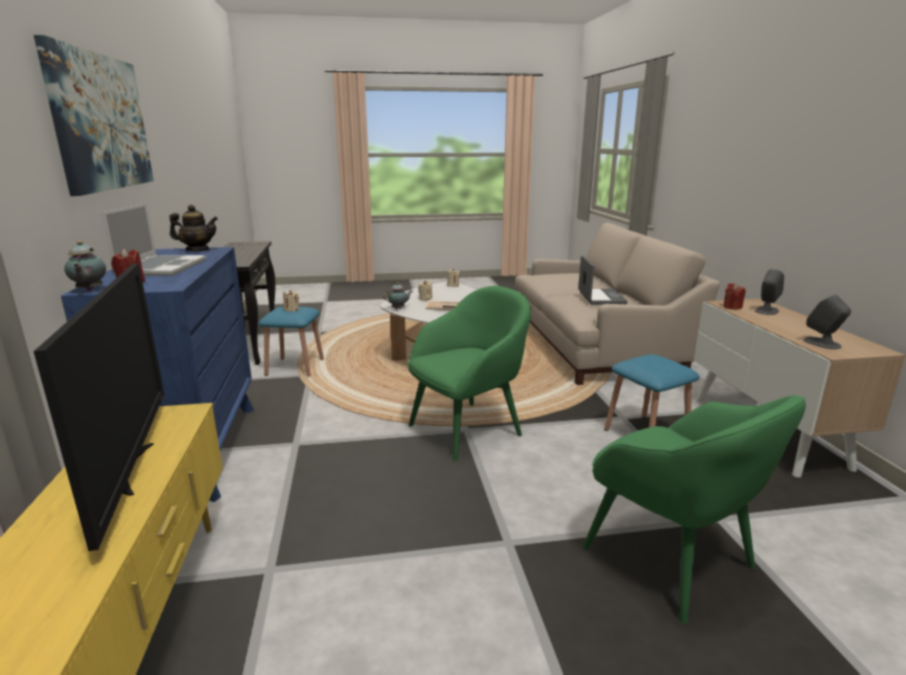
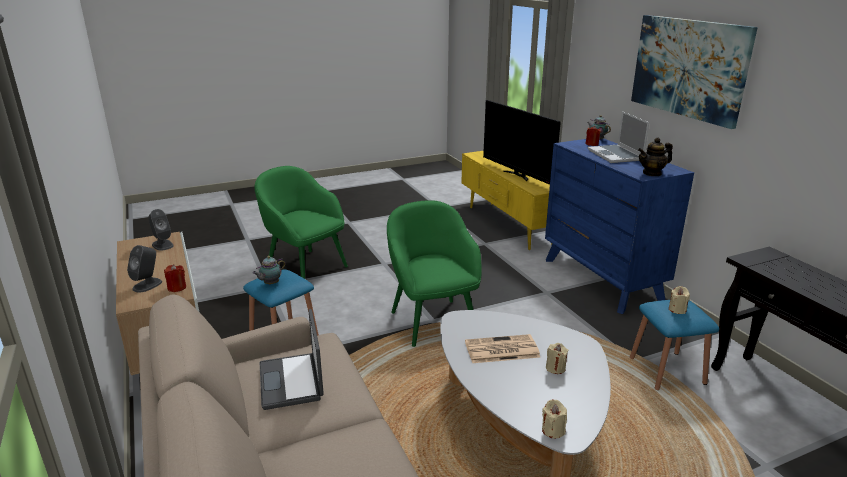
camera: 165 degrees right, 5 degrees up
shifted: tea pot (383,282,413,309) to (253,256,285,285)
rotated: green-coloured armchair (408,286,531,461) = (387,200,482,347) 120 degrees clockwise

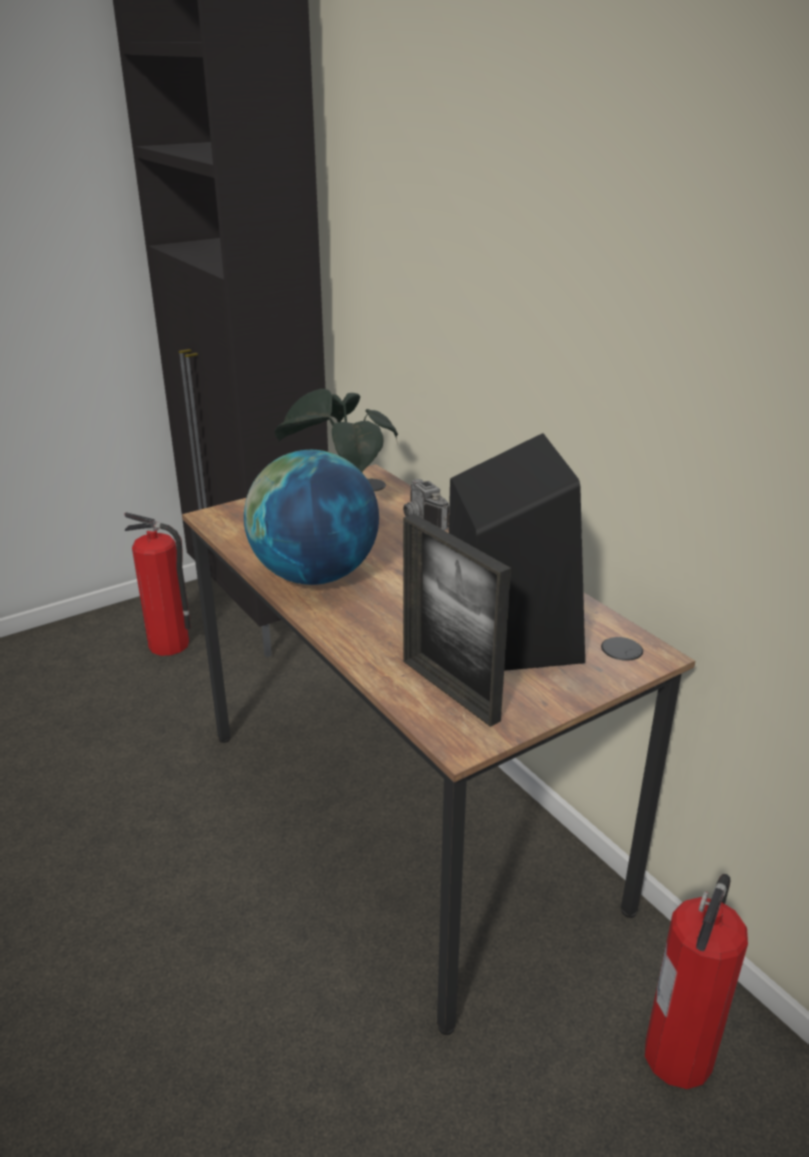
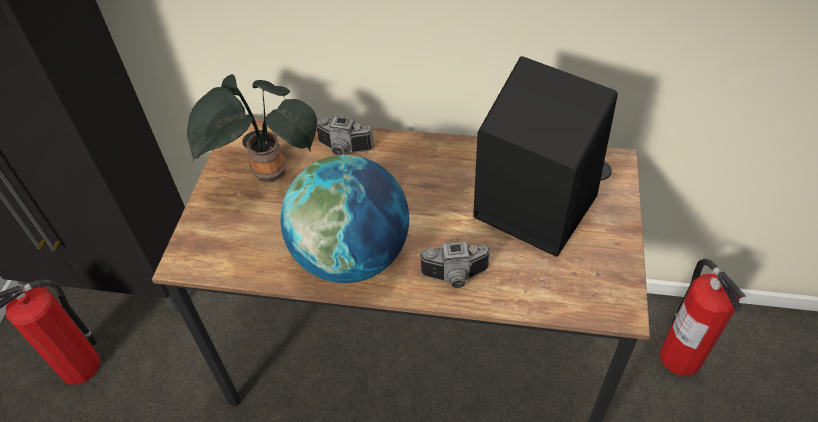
camera: 45 degrees left, 20 degrees up
gone: picture frame (403,514,511,727)
new: still camera (419,241,491,288)

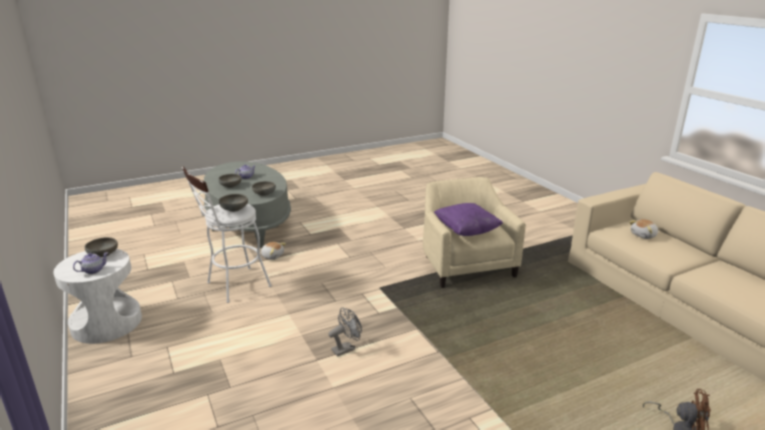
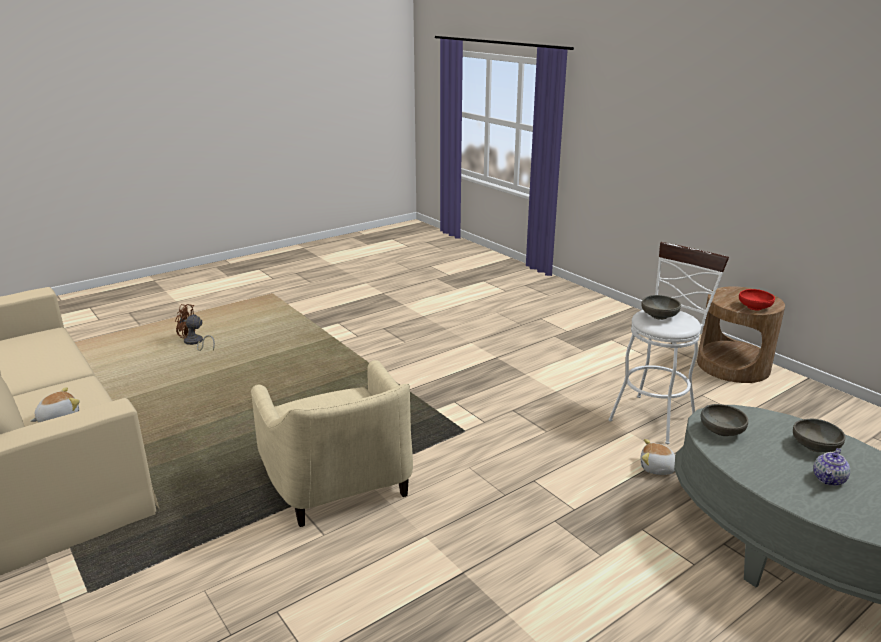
camera: 170 degrees right, 0 degrees up
gone: tea pot (73,252,108,274); gray fan (329,307,362,357); purple throw pillow (434,203,503,236)
repainted: white-coloured side table (53,249,142,344) to brown side table (697,286,785,383); gray deep dish (85,237,118,258) to reddish deep dish (739,289,775,310)

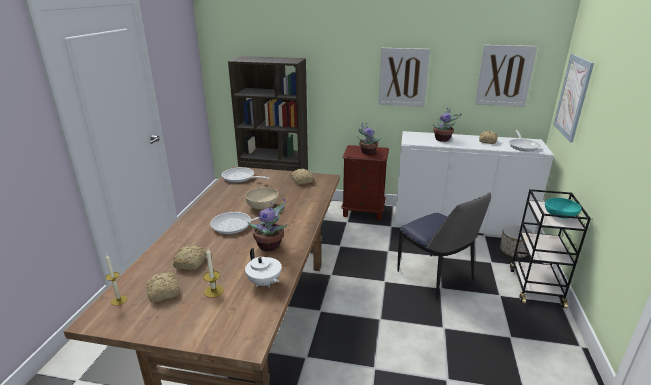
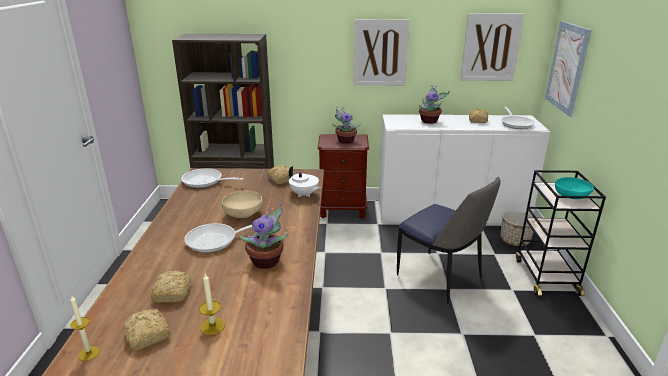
camera: 10 degrees left, 0 degrees up
shifted: white-coloured tea pot (245,248,281,288) to (289,166,321,197)

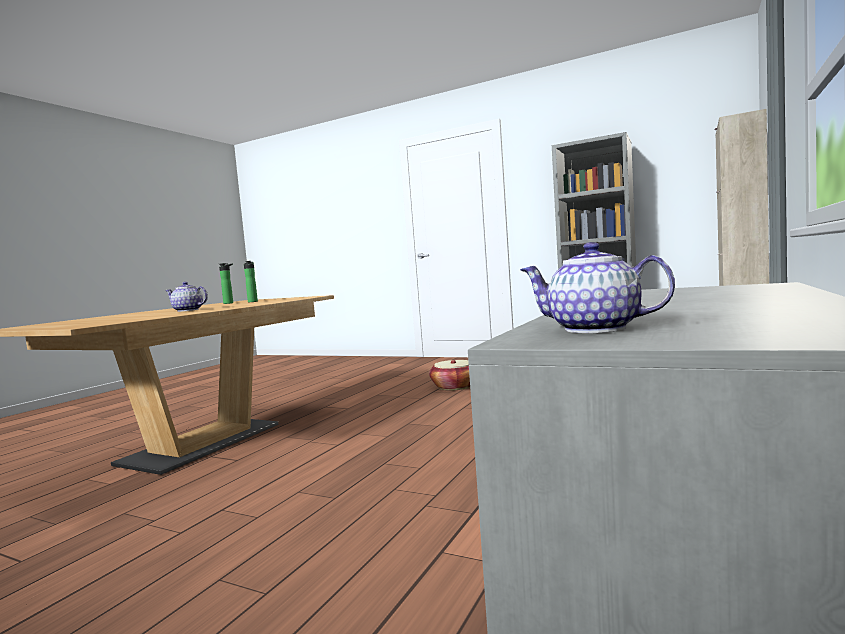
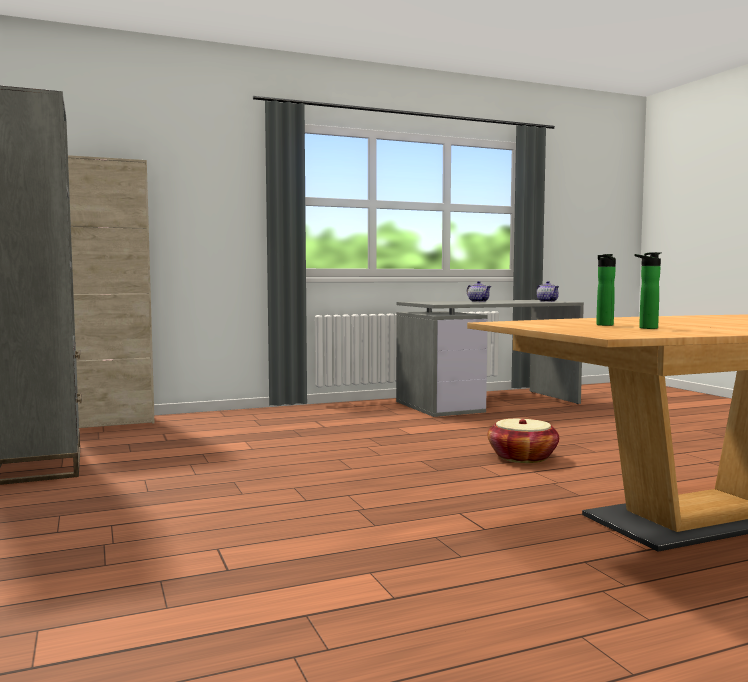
camera: 140 degrees left, 0 degrees up
shifted: tea pot (165,282,208,312) to (467,281,491,302); basket (429,360,470,391) to (488,419,559,463)

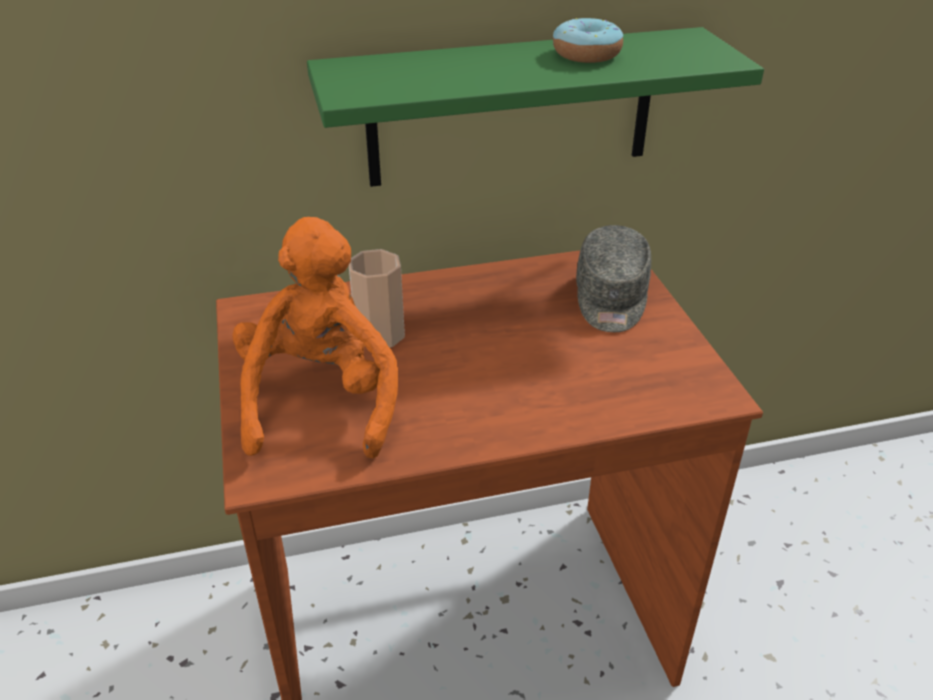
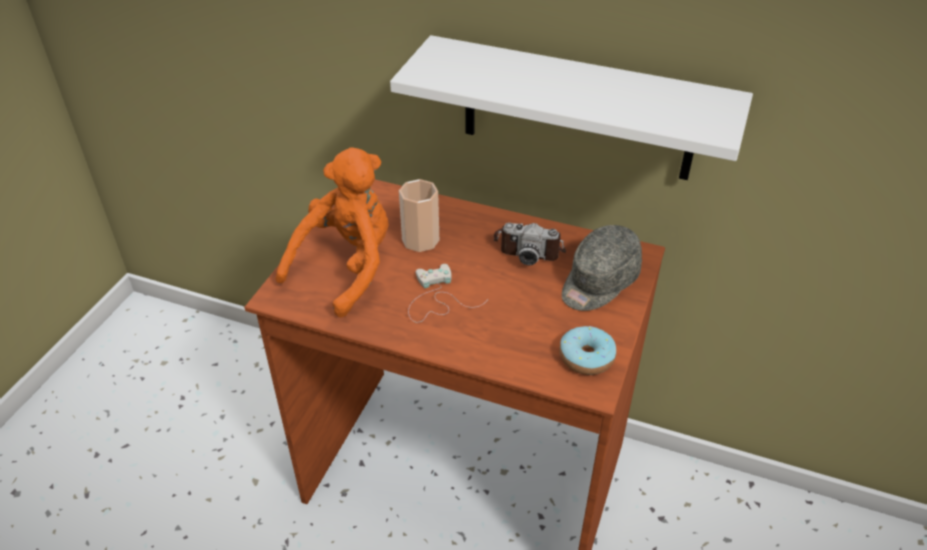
camera: 35 degrees right, 5 degrees up
new: white-coloured joypad (408,264,487,323); still camera (494,223,566,265)
shifted: donut (553,18,623,63) to (559,326,616,375)
repainted: green-coloured wall shelf (307,27,764,187) to white-coloured wall shelf (390,35,753,180)

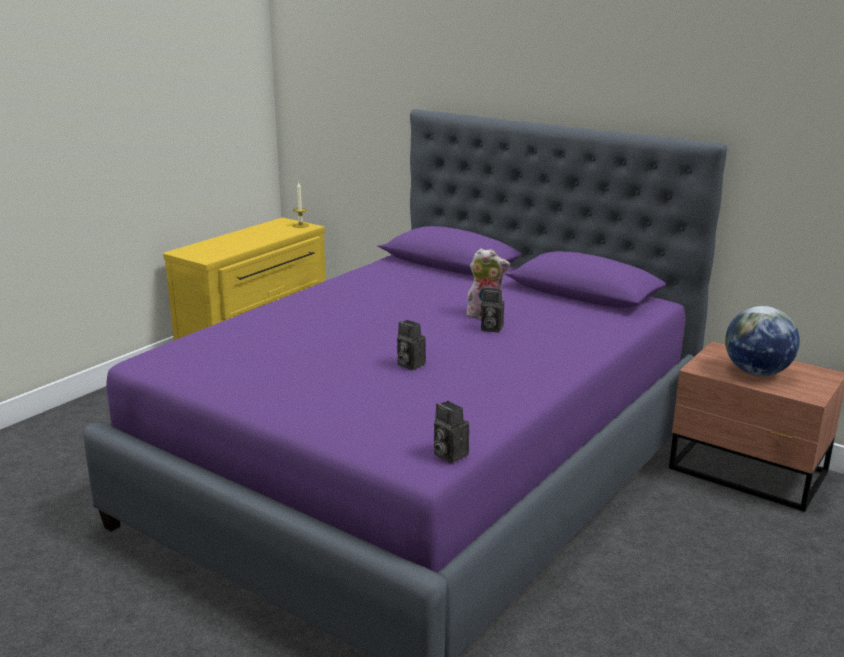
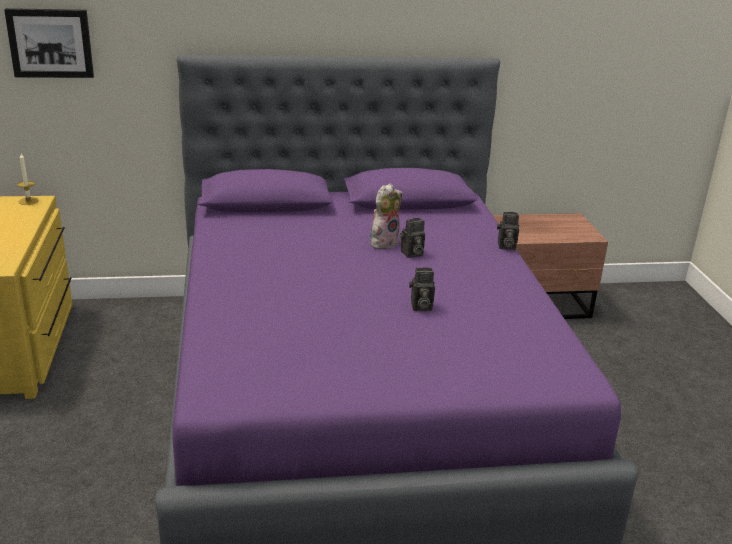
camera: 45 degrees left, 5 degrees up
gone: desk globe (725,306,800,376)
new: wall art (4,8,94,78)
shifted: still camera (434,401,469,463) to (497,212,519,250)

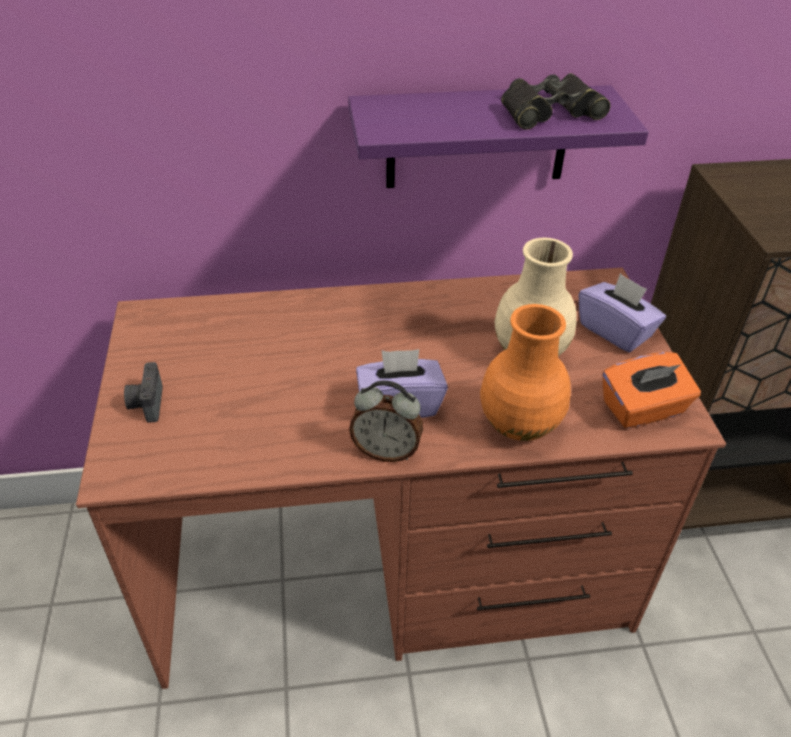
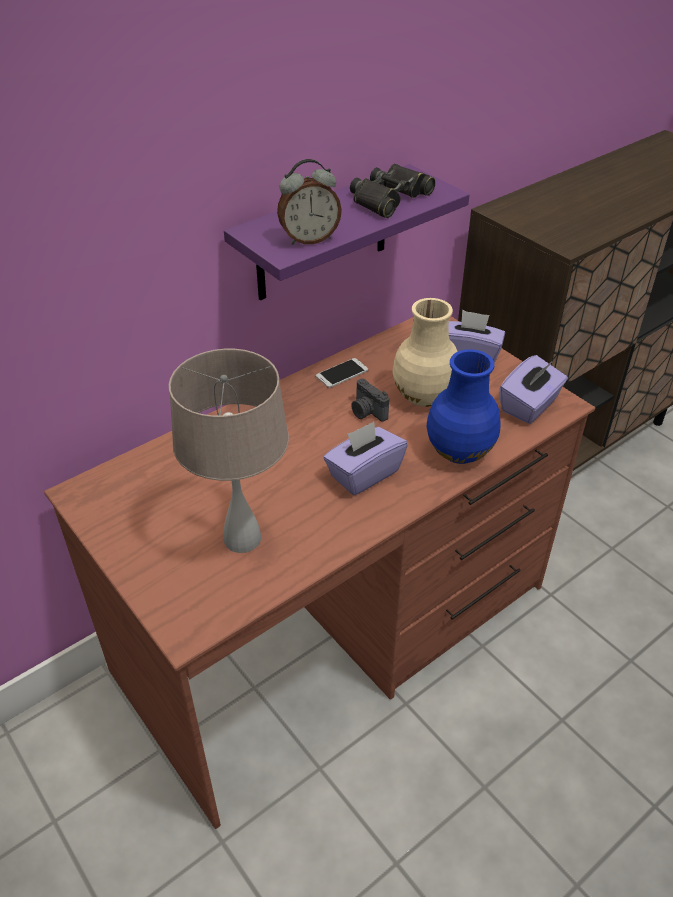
camera: 30 degrees left, 0 degrees up
new: beige table lamp (169,349,289,553); handset (316,358,368,388)
shifted: still camera (124,362,163,423) to (351,378,389,422); bedside clock (349,380,423,462) to (277,159,342,245)
repainted: orange vase (480,304,571,441) to blue-coloured vase (427,349,501,464); orange box of tissues (602,352,701,429) to purple box of tissues (500,355,568,424)

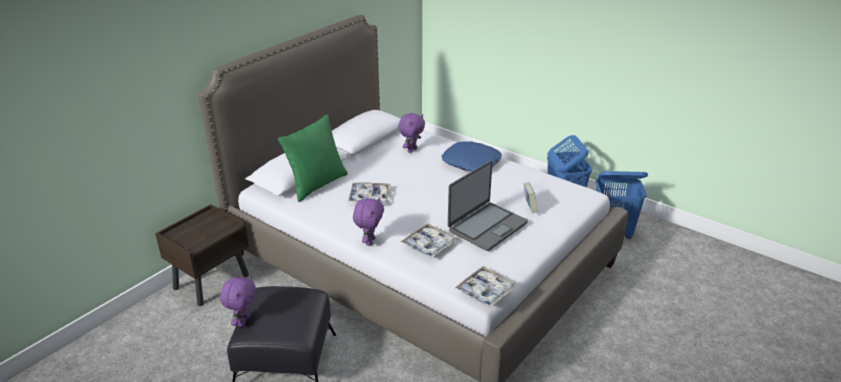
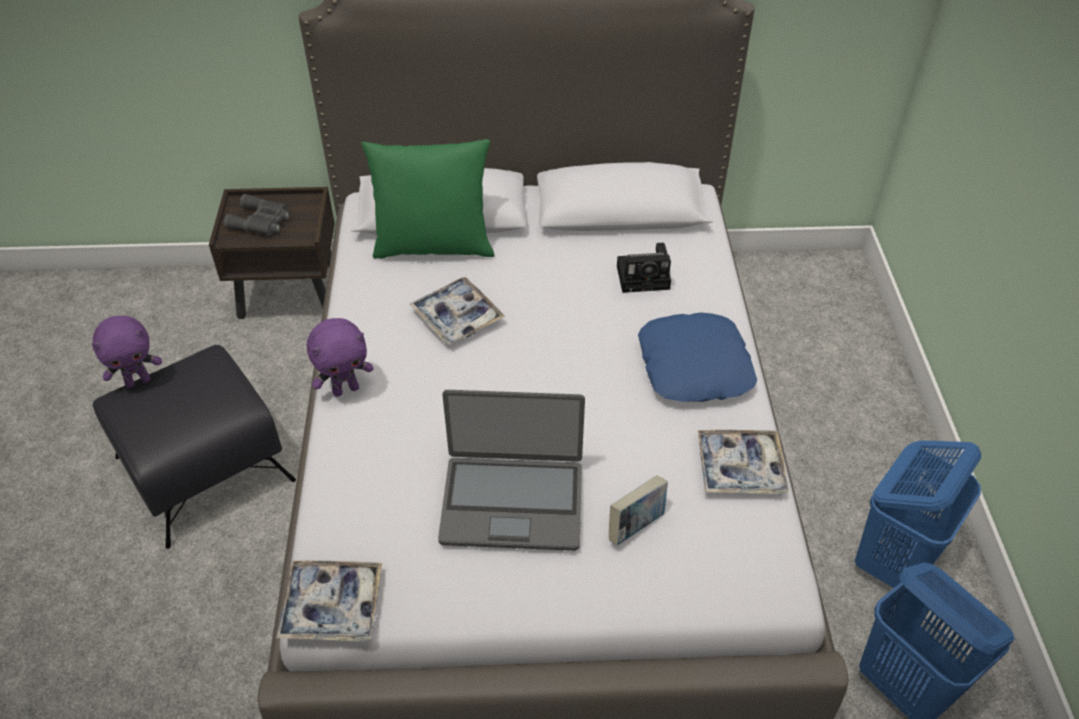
camera: 50 degrees right, 15 degrees up
new: gray pair of binoculars (224,194,290,235)
shifted: carrying tray (401,223,457,258) to (698,430,789,494)
swapped: purple cuddly toy (398,113,425,153) to still camera (617,243,671,293)

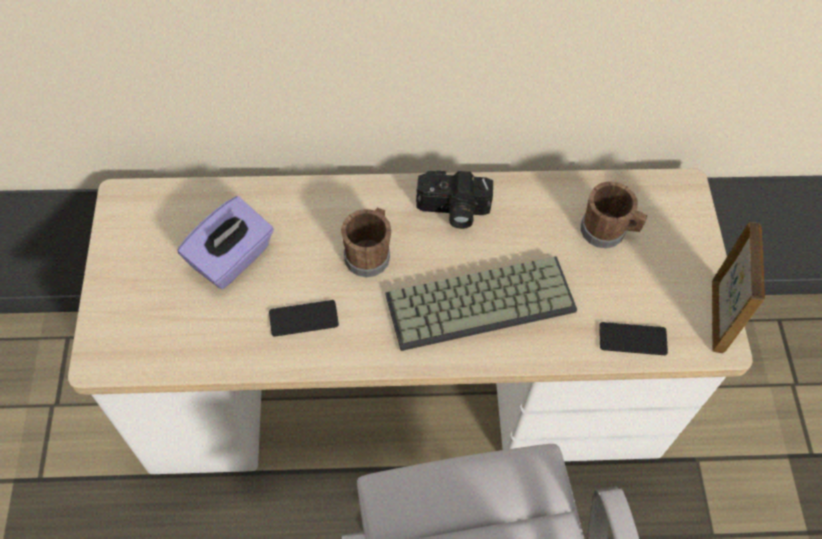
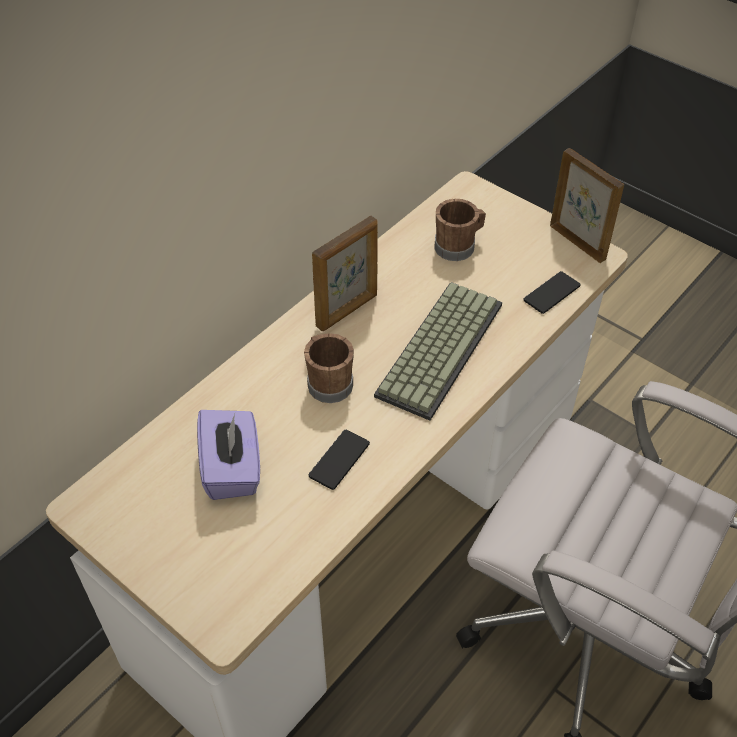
camera: 45 degrees left, 10 degrees down
swapped: still camera (416,171,493,229) to picture frame (312,216,378,331)

